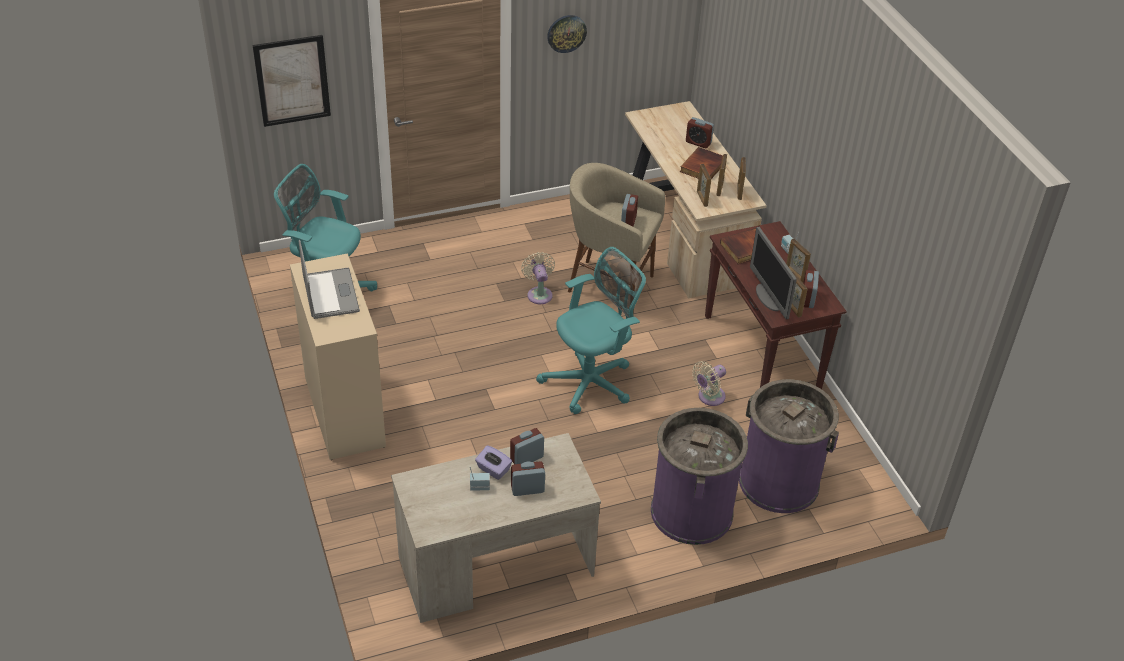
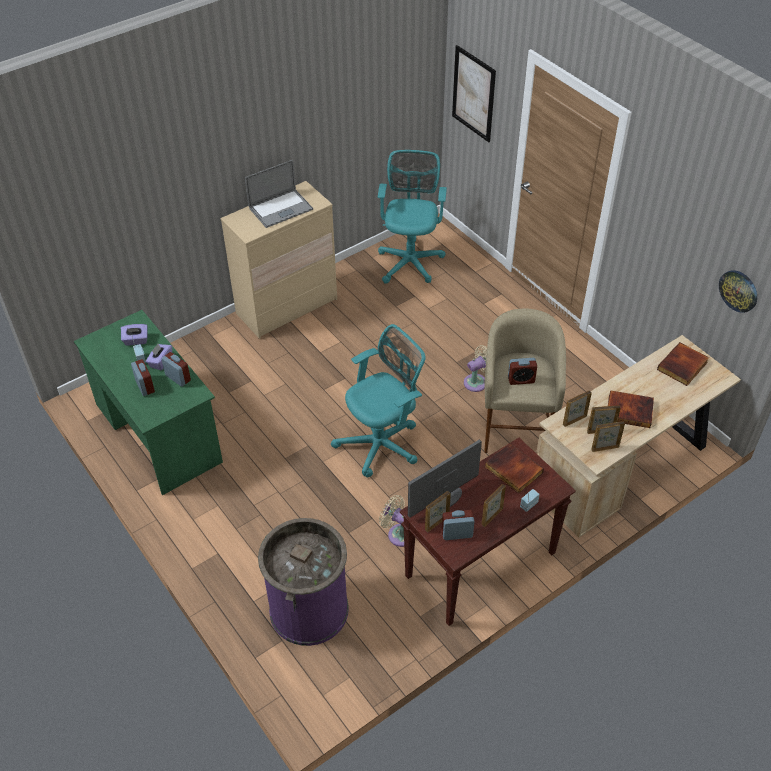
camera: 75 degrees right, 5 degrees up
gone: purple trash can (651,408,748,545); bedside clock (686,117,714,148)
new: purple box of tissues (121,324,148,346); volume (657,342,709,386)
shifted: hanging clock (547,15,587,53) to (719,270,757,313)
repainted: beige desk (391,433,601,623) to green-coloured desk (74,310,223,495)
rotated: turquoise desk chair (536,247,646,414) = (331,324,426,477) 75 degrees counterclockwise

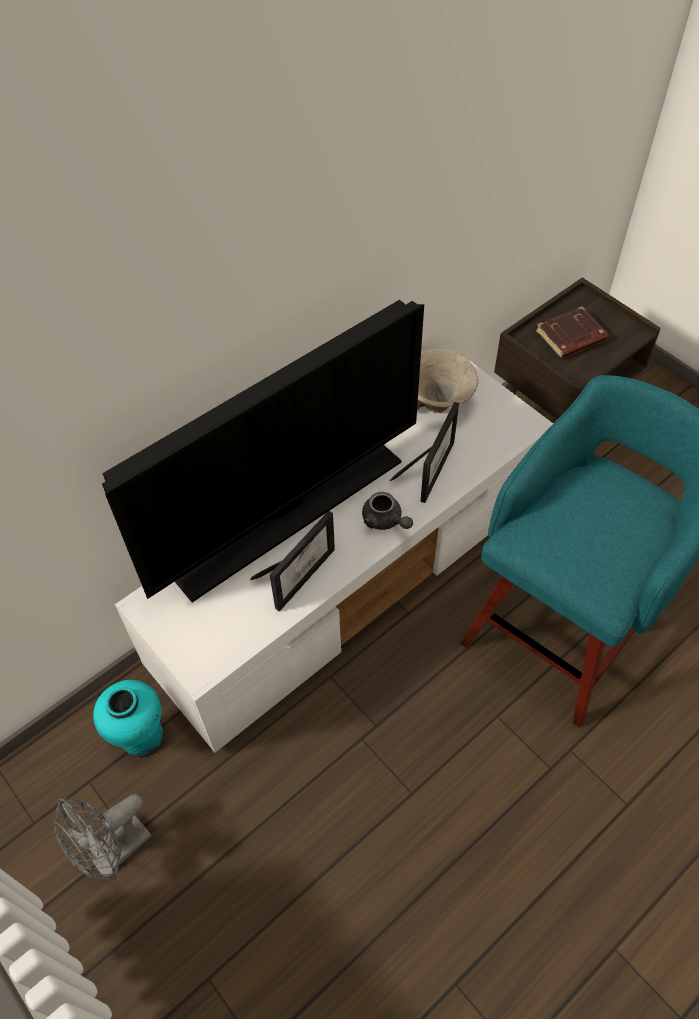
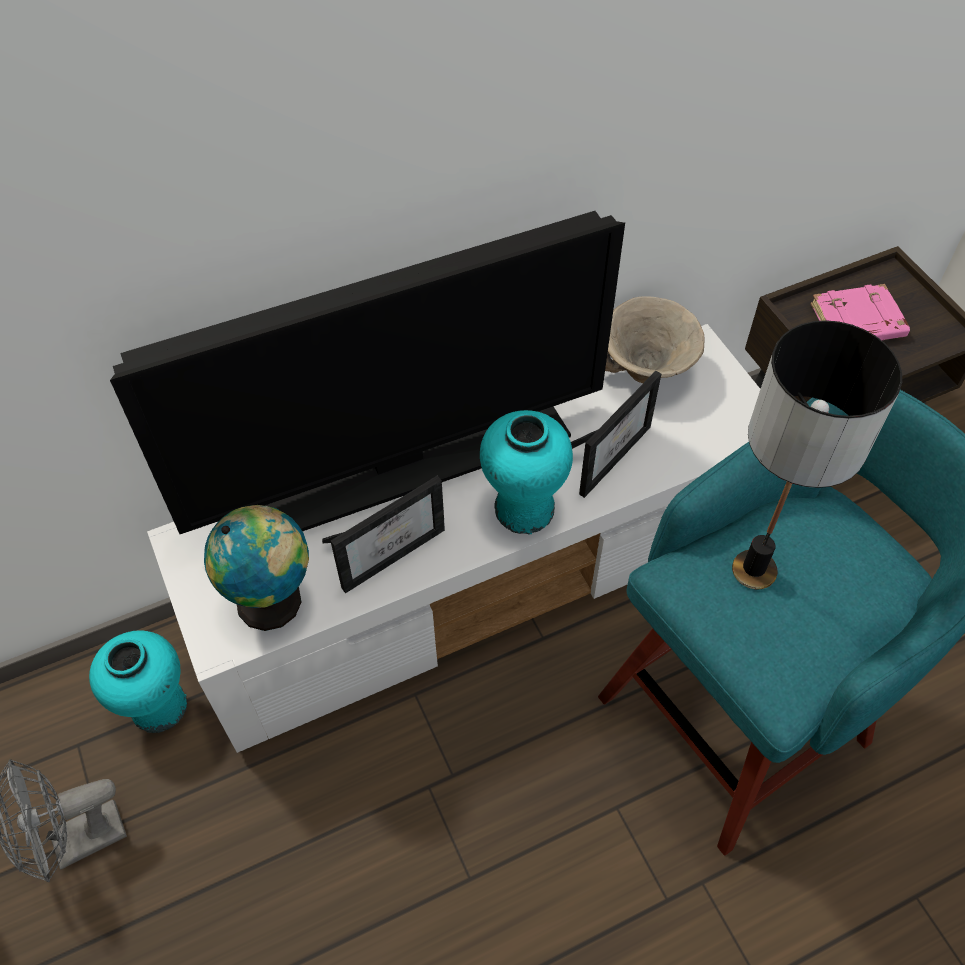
camera: 15 degrees right, 0 degrees up
new: desk globe (204,505,309,631); table lamp (732,320,902,589)
swapped: gray tea pot (362,492,413,530) to turquoise vase (480,410,573,535)
repainted: brown volume (536,306,609,358) to pink-coloured volume (810,284,910,340)

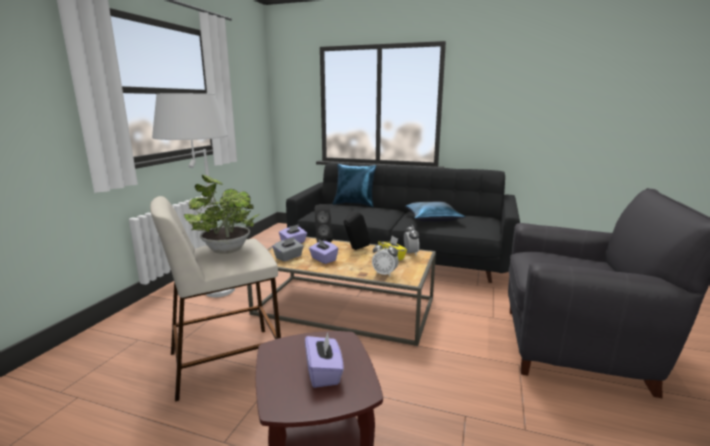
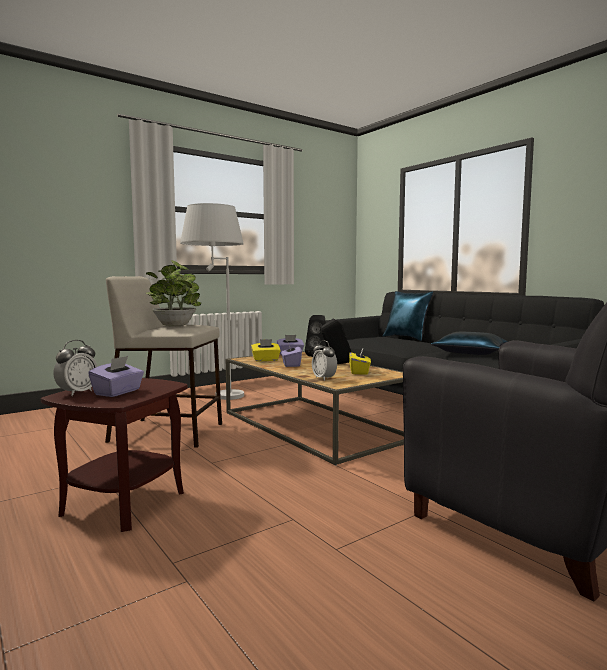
camera: 35 degrees right, 10 degrees down
shifted: bedside clock (404,224,419,255) to (54,340,98,396)
repainted: gray box of tissues (272,237,304,261) to yellowish box of tissues (251,339,281,362)

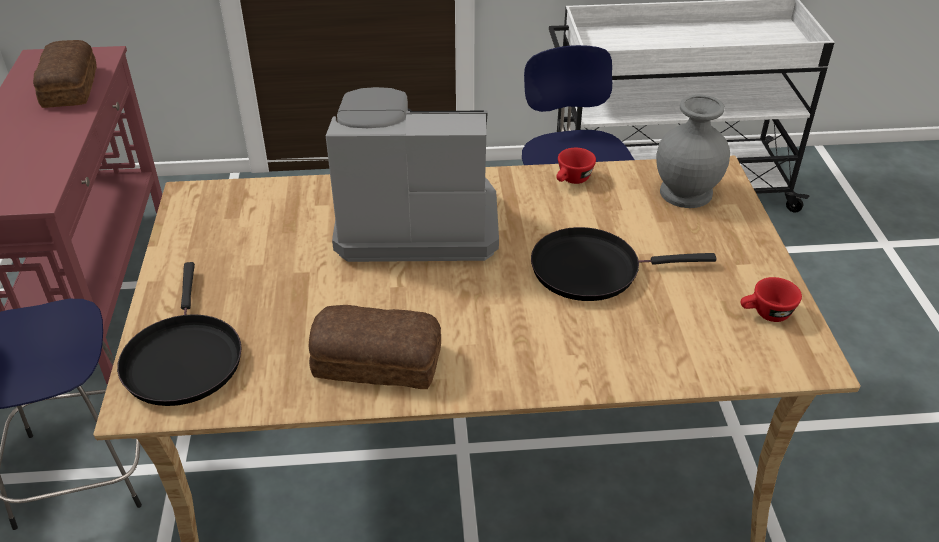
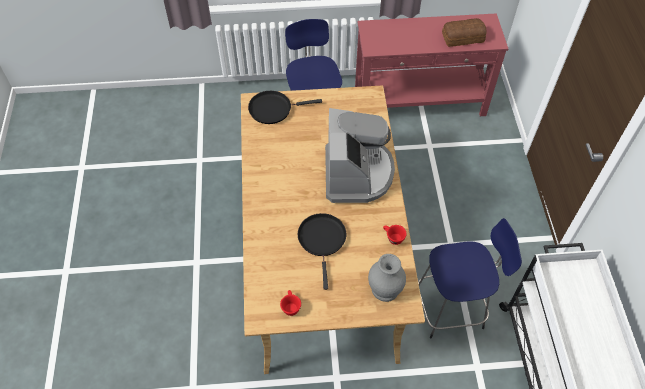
camera: 90 degrees right, 15 degrees up
gone: bakery bread (309,305,441,389)

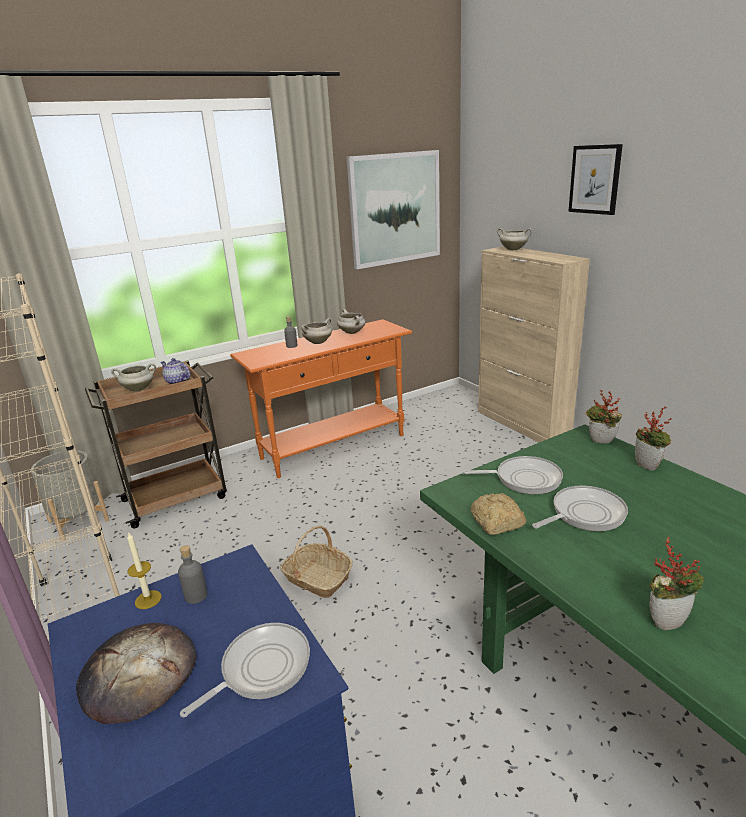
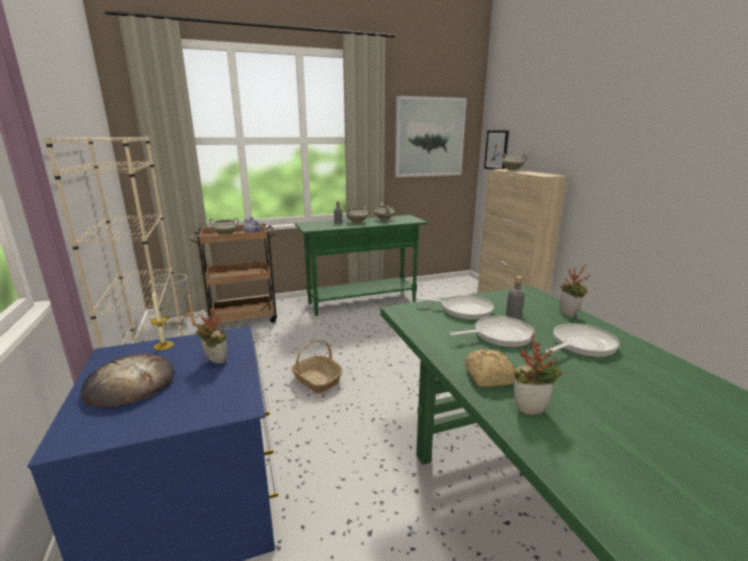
camera: 10 degrees right, 5 degrees down
shifted: gray bottle (178,545,207,604) to (506,276,525,318); pan (180,623,310,718) to (545,324,619,357); bakery bread (470,493,527,535) to (465,349,516,387); wall art (568,144,623,215) to (484,130,509,169); houseplant (586,390,622,443) to (193,308,227,364)
repainted: orange console table (230,319,412,478) to green-coloured console table (295,215,428,316)

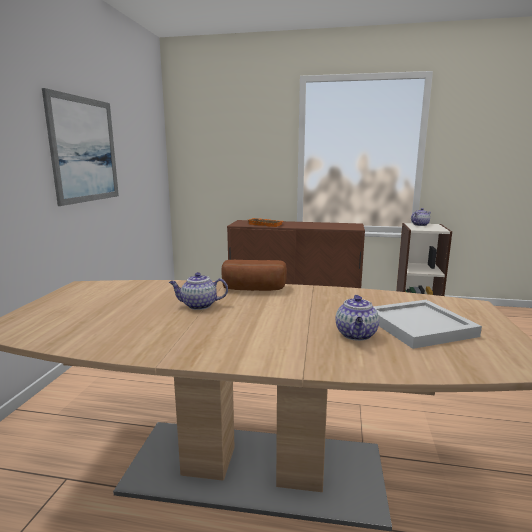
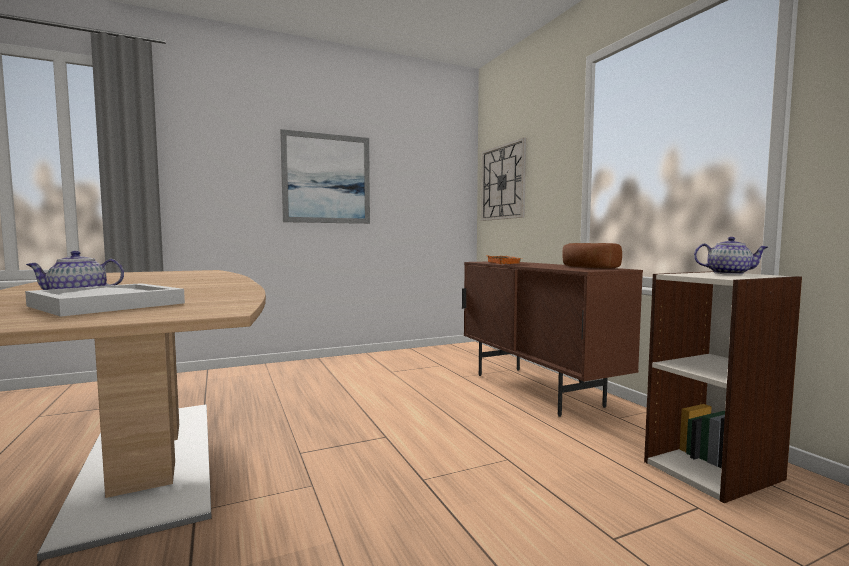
camera: 55 degrees right, 10 degrees down
gone: tea pot (169,272,228,310)
new: hanging clock (481,137,526,221)
shifted: bakery bread (221,260,287,291) to (562,243,622,269)

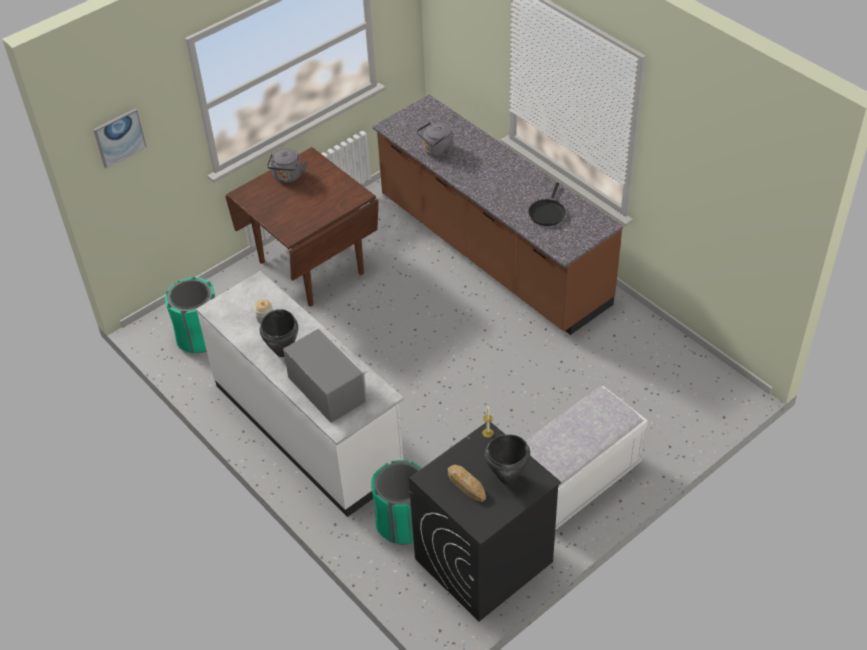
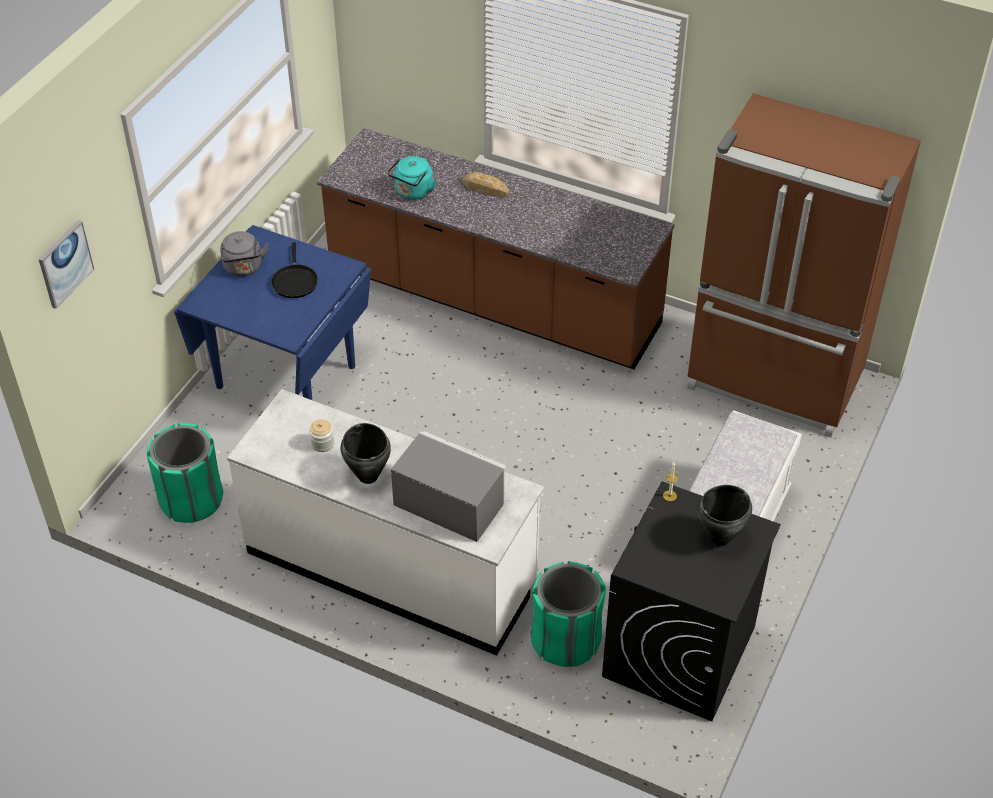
camera: 25 degrees left, 0 degrees up
new: brown kitchen fridge (687,93,921,437)
shifted: bakery bread (448,465,486,502) to (463,172,509,197); black pan (528,182,566,226) to (271,242,318,298)
repainted: brown dining table (225,147,378,306) to blue-coloured dining table (174,225,371,400); gray water kettle (417,122,453,157) to turquoise water kettle (387,156,437,200)

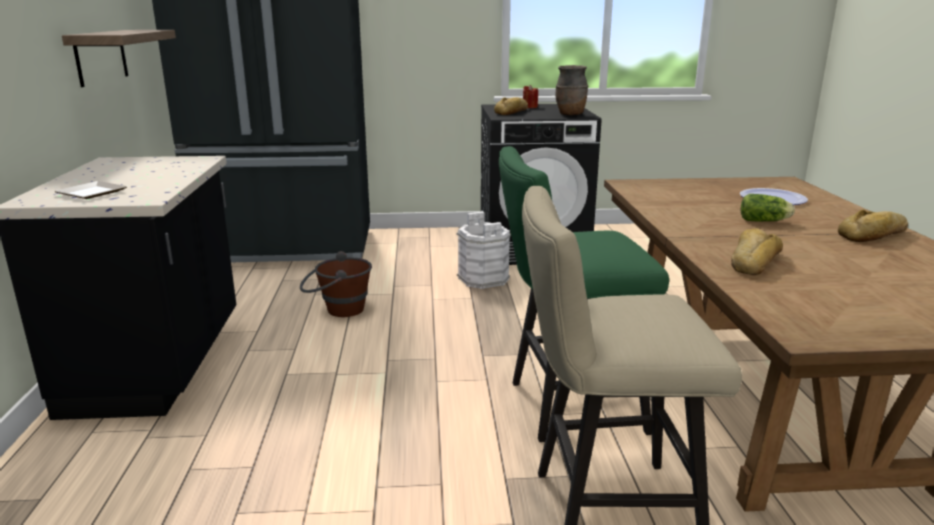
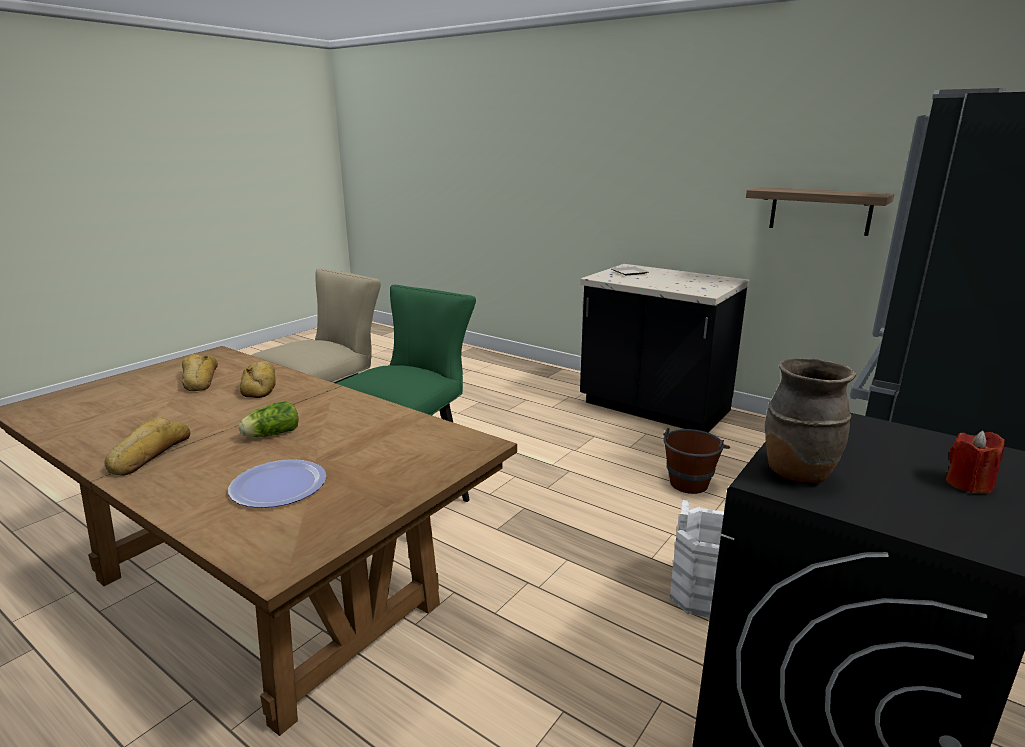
camera: 130 degrees right, 0 degrees up
shifted: bakery bread (494,97,528,115) to (182,354,218,391)

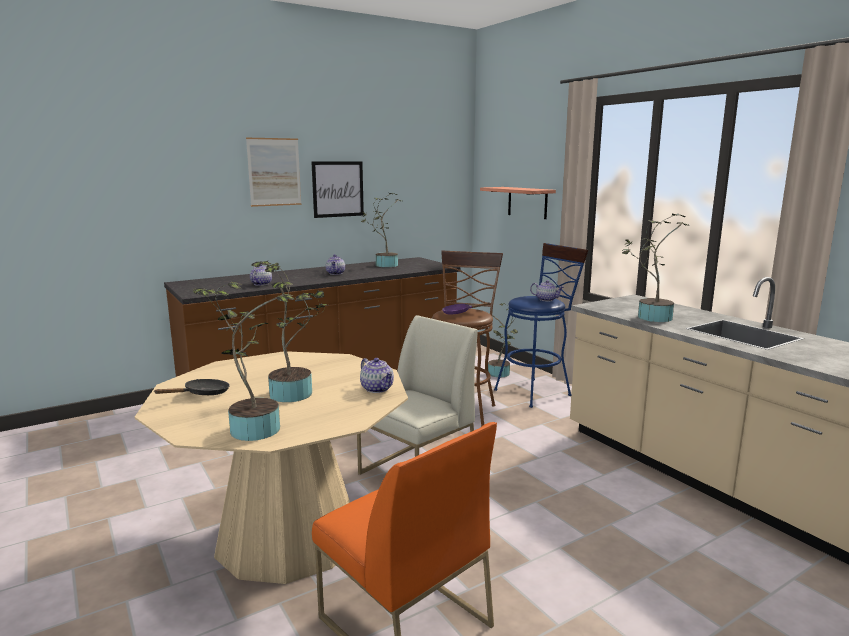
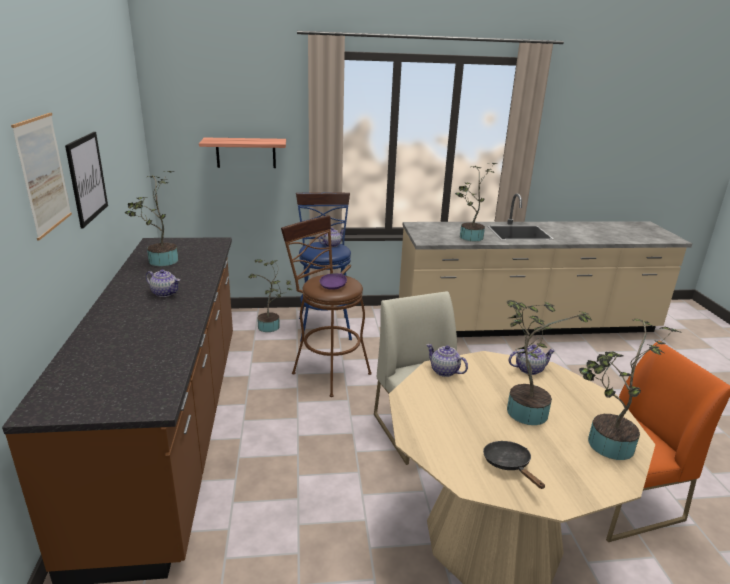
camera: 65 degrees left, 10 degrees up
shifted: tea pot (250,264,272,286) to (426,344,468,377)

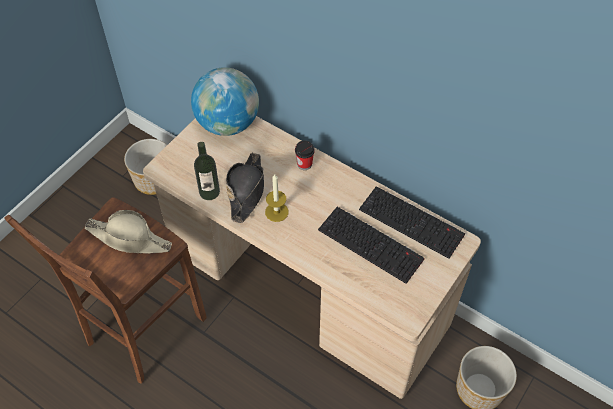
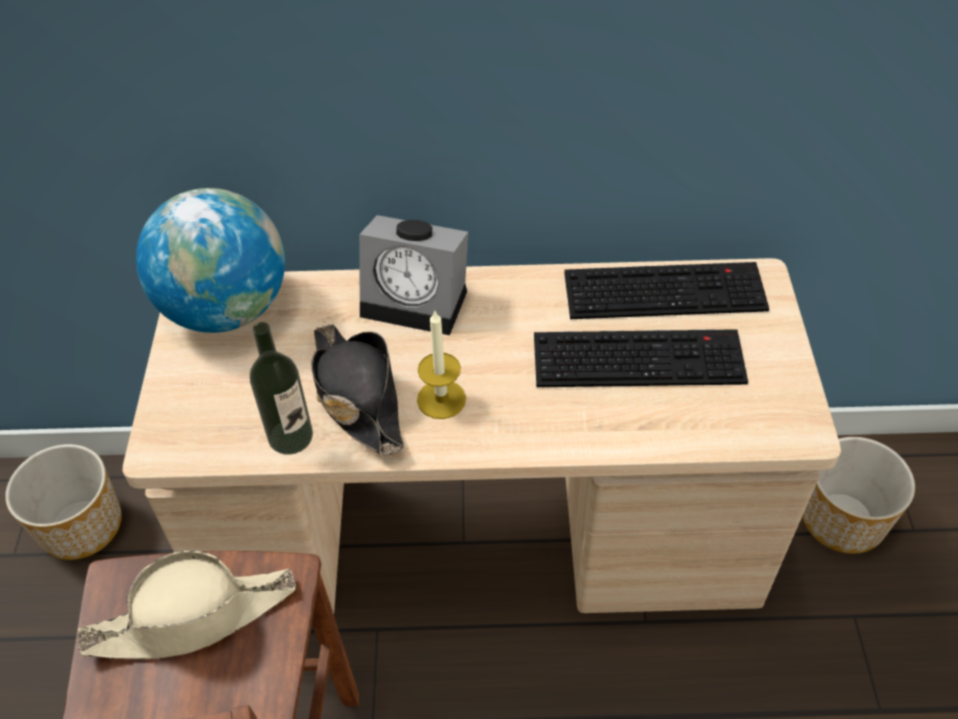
camera: 35 degrees left, 5 degrees down
swapped: drinking cup (295,141,315,170) to bedside clock (359,215,468,335)

